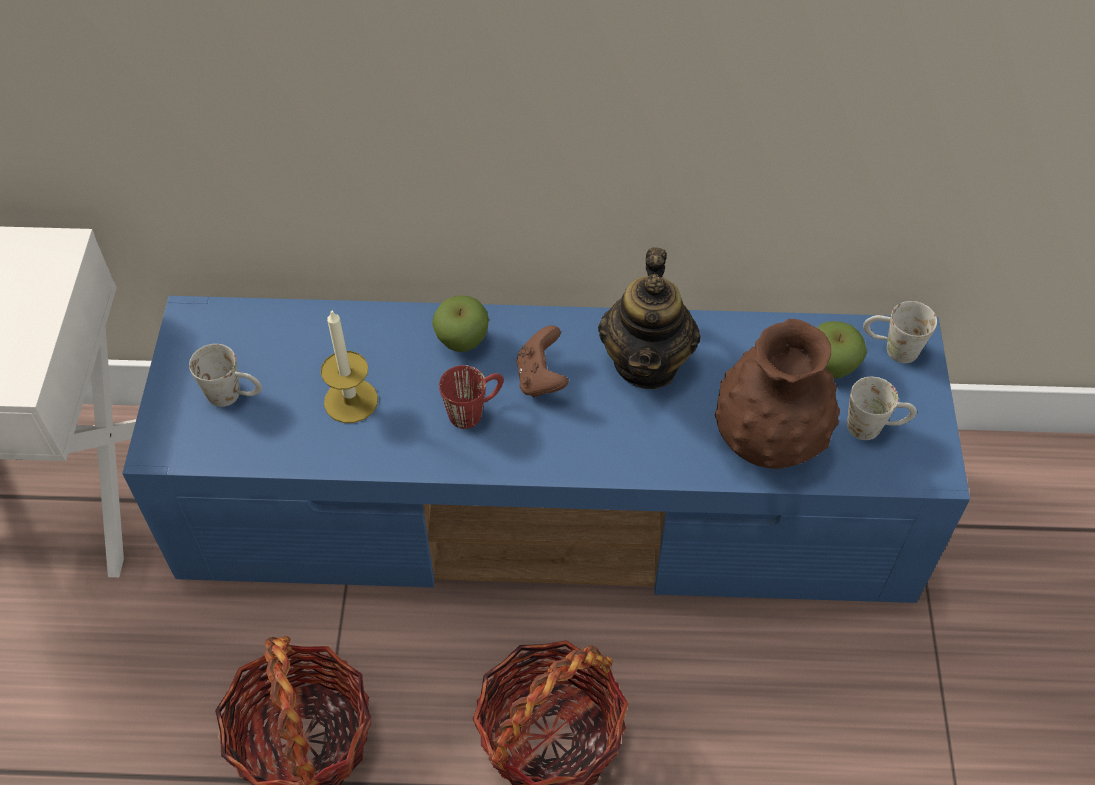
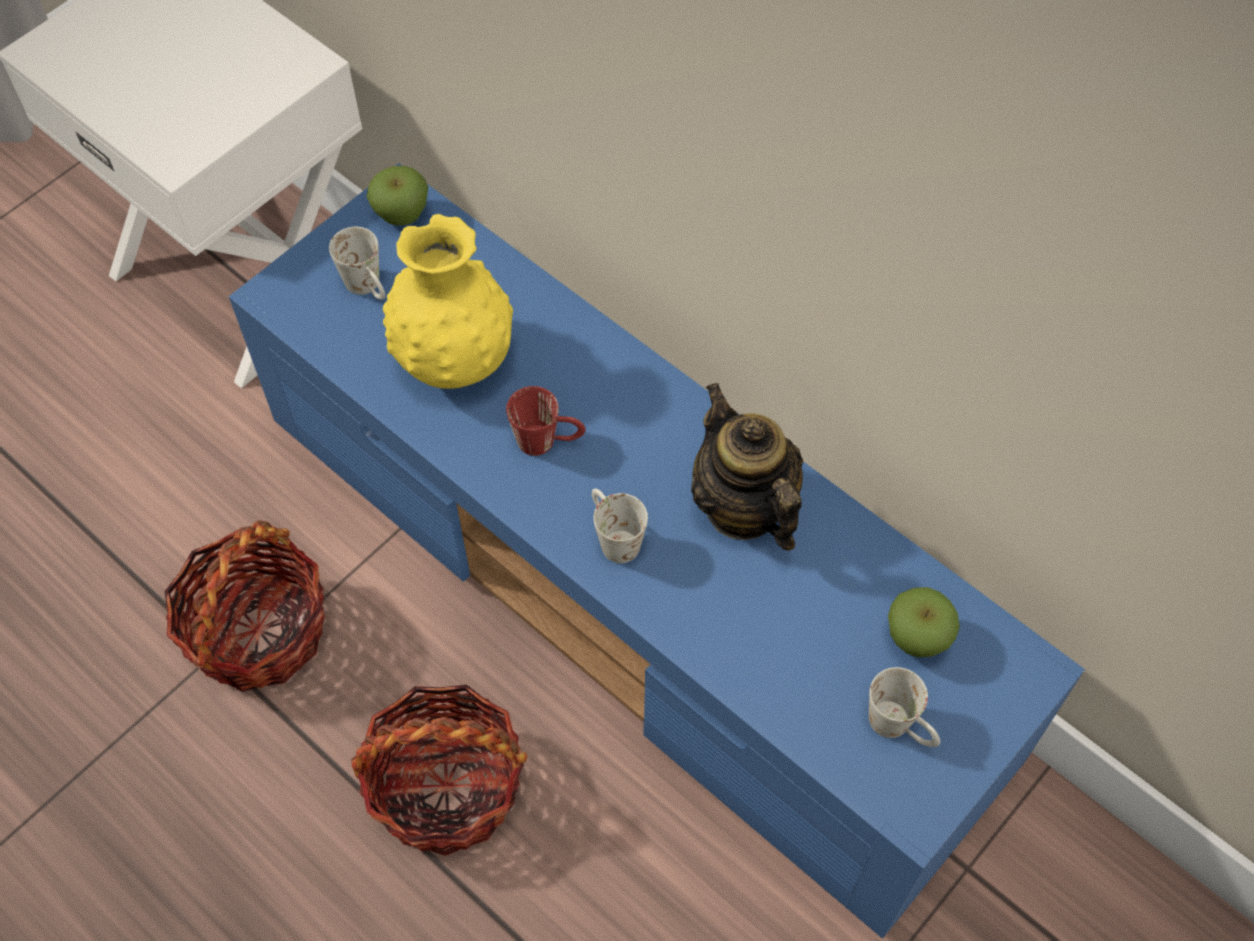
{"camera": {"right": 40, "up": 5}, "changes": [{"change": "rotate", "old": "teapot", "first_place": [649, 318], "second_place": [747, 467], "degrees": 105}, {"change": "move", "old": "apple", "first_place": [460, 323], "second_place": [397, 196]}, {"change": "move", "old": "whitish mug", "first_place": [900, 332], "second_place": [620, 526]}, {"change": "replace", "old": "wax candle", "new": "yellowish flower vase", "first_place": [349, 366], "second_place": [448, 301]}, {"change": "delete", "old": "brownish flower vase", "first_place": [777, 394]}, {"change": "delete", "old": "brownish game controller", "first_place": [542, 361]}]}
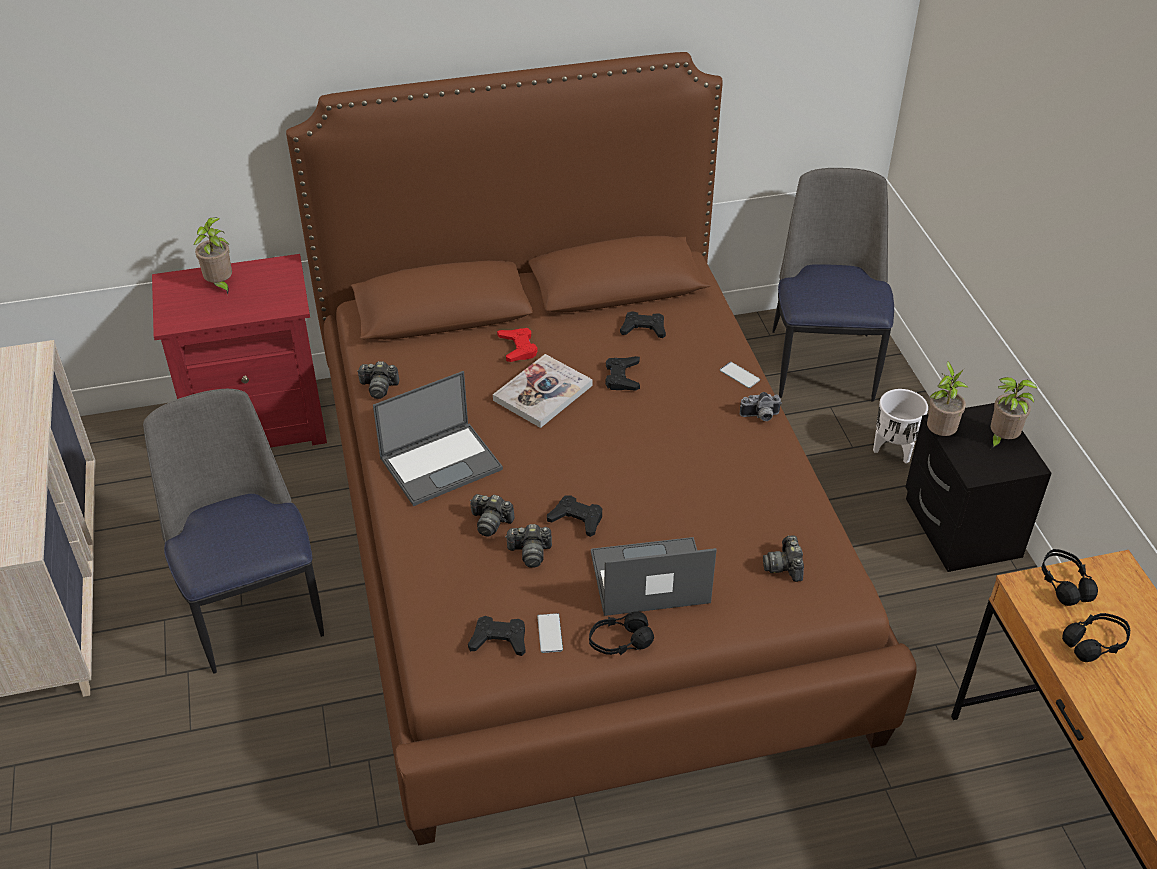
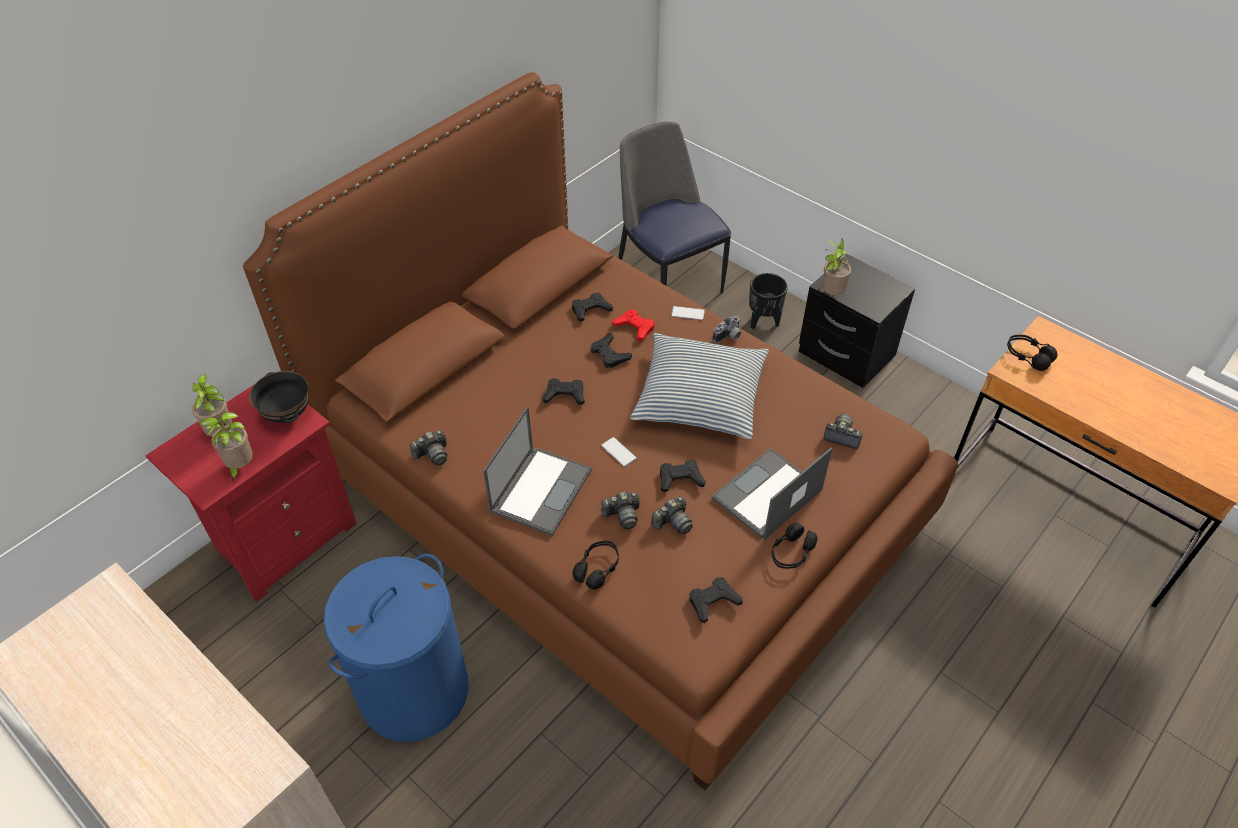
{"camera": {"right": -35, "up": 5}, "changes": [{"change": "move", "old": "red-coloured game controller", "first_place": [517, 345], "second_place": [633, 325]}, {"change": "replace", "old": "bound book", "new": "black game controller", "first_place": [543, 391], "second_place": [563, 391]}, {"change": "move", "old": "potted plant", "first_place": [1014, 413], "second_place": [226, 447]}, {"change": "replace", "old": "plain chair", "new": "bluish washing basket", "first_place": [233, 531], "second_place": [396, 648]}, {"change": "recolor", "old": "whitish plant pot", "new": "black plant pot", "first_place": [900, 426], "second_place": [768, 301]}, {"change": "rotate", "old": "still camera", "first_place": [783, 558], "second_place": [843, 431], "degrees": 150}, {"change": "move", "old": "telephone", "first_place": [550, 633], "second_place": [619, 452]}, {"change": "move", "old": "black headset", "first_place": [1096, 637], "second_place": [596, 565]}, {"change": "insert", "new": "cushion", "second_place": [699, 386]}, {"change": "insert", "new": "black bowl", "second_place": [279, 397]}]}
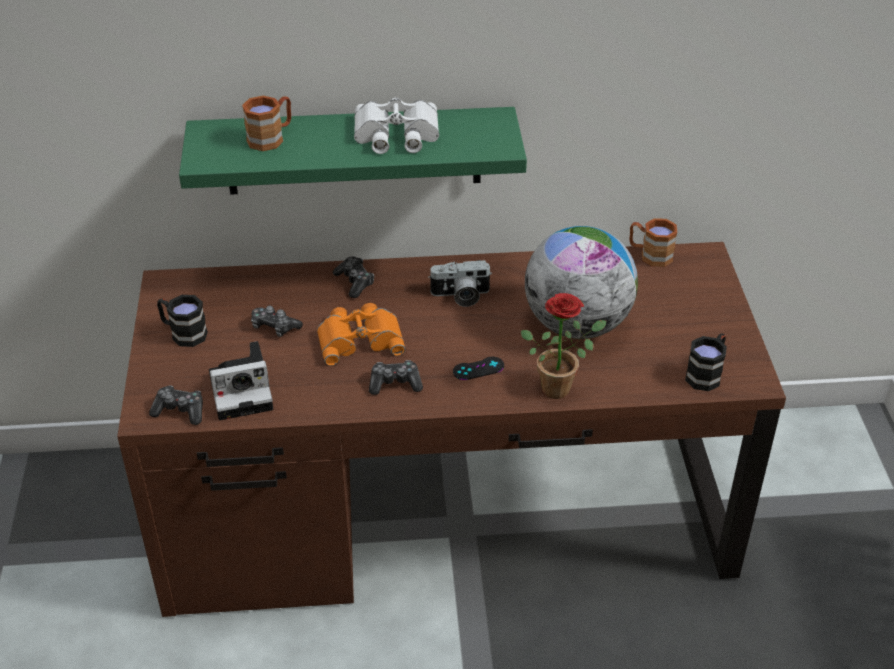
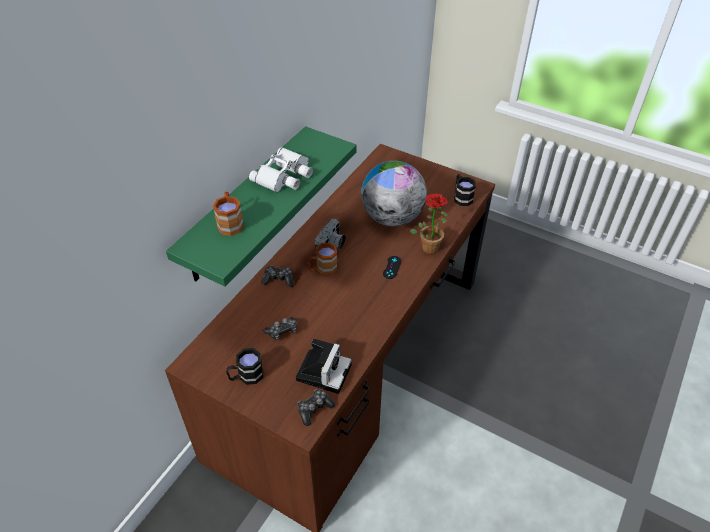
{"camera": {"right": -55, "up": 5}, "changes": [{"change": "move", "old": "brownish mug", "first_place": [653, 242], "second_place": [322, 259]}, {"change": "delete", "old": "orange pair of binoculars", "first_place": [361, 334]}, {"change": "delete", "old": "game controller", "first_place": [396, 377]}]}
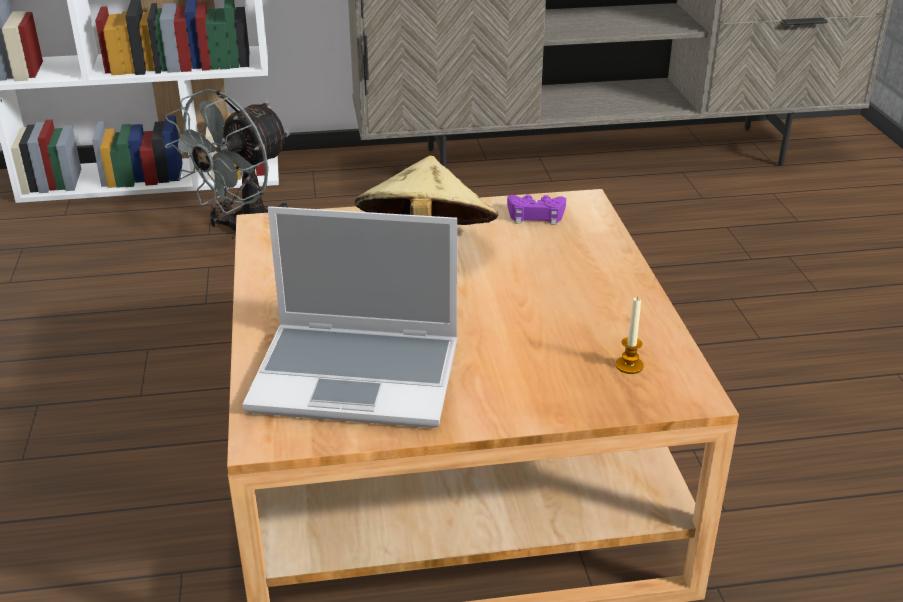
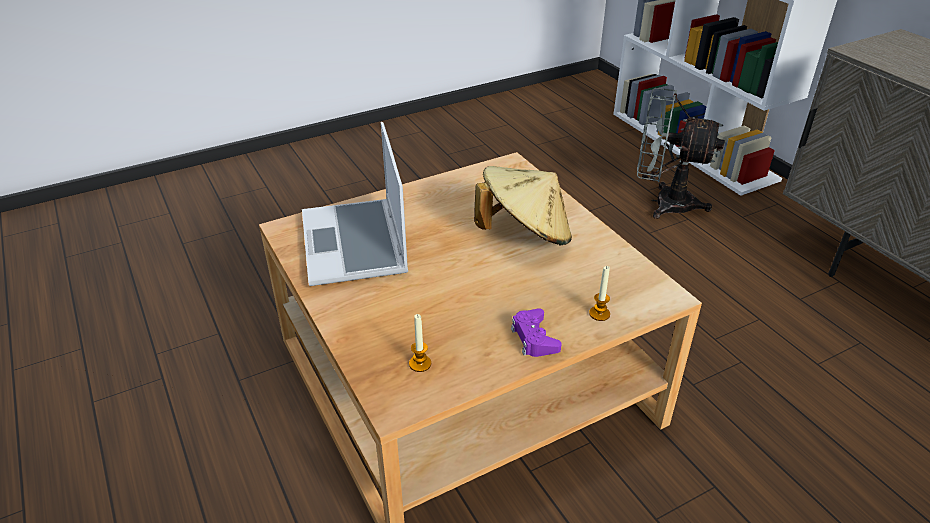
{"camera": {"right": 70, "up": 5}, "changes": [{"change": "move", "old": "purple-coloured game controller", "first_place": [536, 209], "second_place": [536, 332]}, {"change": "insert", "new": "wax candle", "second_place": [599, 293]}]}
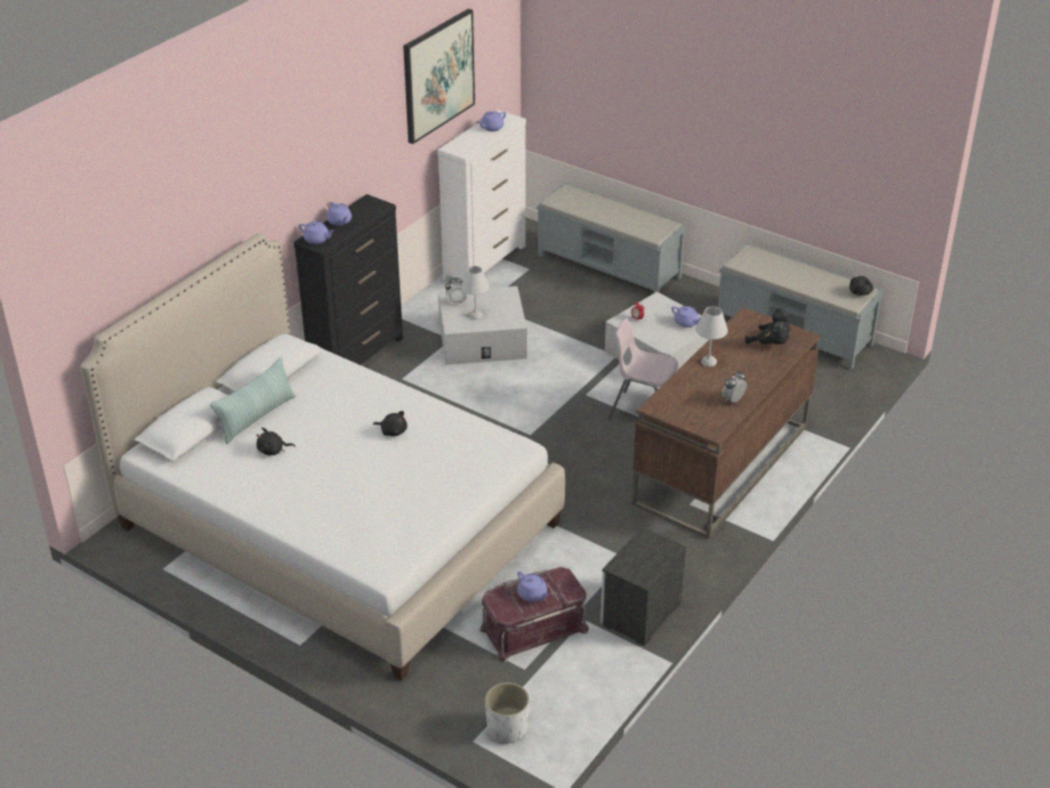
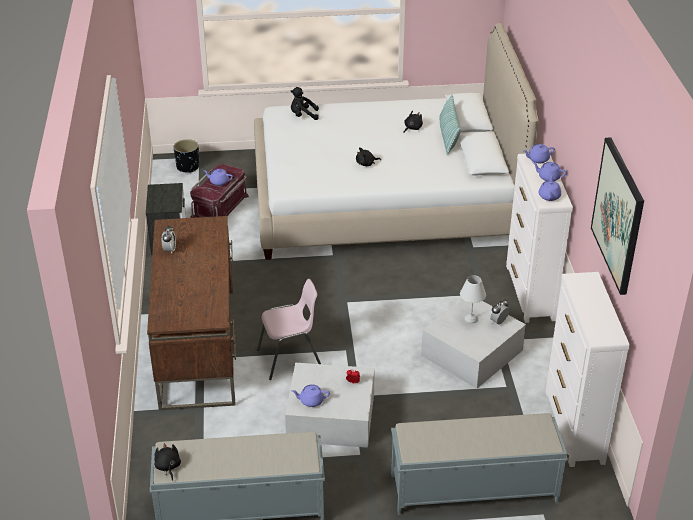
{"camera": {"right": 140, "up": 0}, "changes": [{"change": "move", "old": "purple-coloured teapot", "first_place": [491, 121], "second_place": [550, 188]}, {"change": "recolor", "old": "black chest of drawers", "new": "whitish chest of drawers", "first_place": [348, 279], "second_place": [539, 238]}, {"change": "delete", "old": "whitish tabletop lamp", "first_place": [712, 336]}, {"change": "move", "old": "black cuddly toy", "first_place": [767, 326], "second_place": [304, 103]}, {"change": "recolor", "old": "whitish plant pot", "new": "black plant pot", "first_place": [507, 713], "second_place": [186, 156]}]}
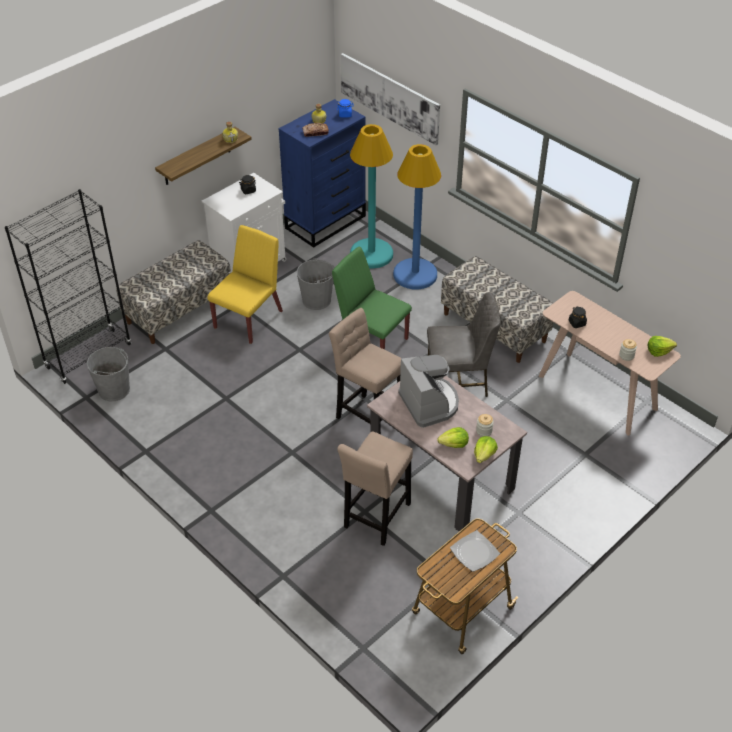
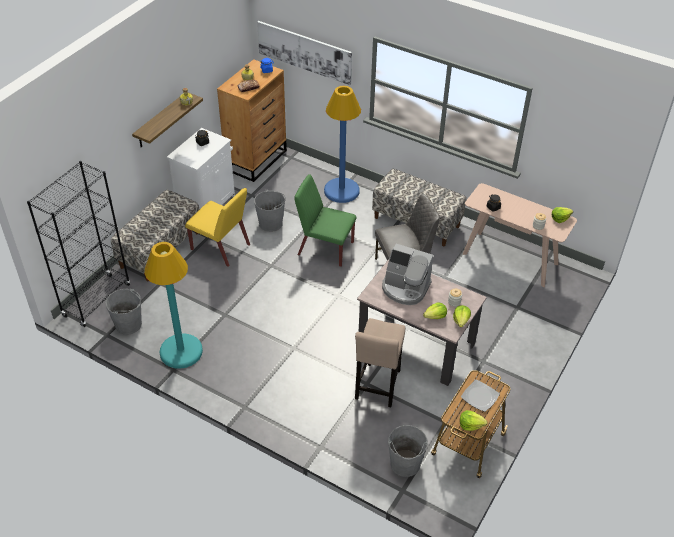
{"camera": {"right": -15, "up": 0}, "changes": [{"change": "recolor", "old": "bluish chest of drawers", "new": "brownish chest of drawers", "first_place": [322, 173], "second_place": [252, 120]}, {"change": "move", "old": "blue-green standard lamp", "first_place": [371, 196], "second_place": [173, 305]}, {"change": "rotate", "old": "yellowish plain chair", "first_place": [245, 284], "second_place": [217, 227], "degrees": 105}, {"change": "delete", "old": "beige stool seat", "first_place": [365, 371]}, {"change": "rotate", "old": "coffee maker", "first_place": [428, 391], "second_place": [407, 274], "degrees": 150}, {"change": "insert", "new": "lettuce head", "second_place": [474, 420]}, {"change": "insert", "new": "greyish pail", "second_place": [408, 451]}]}
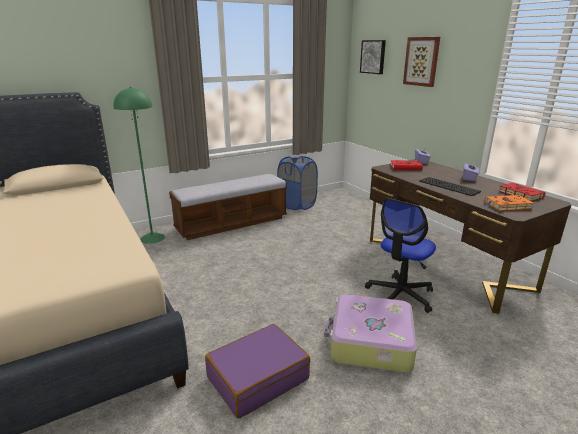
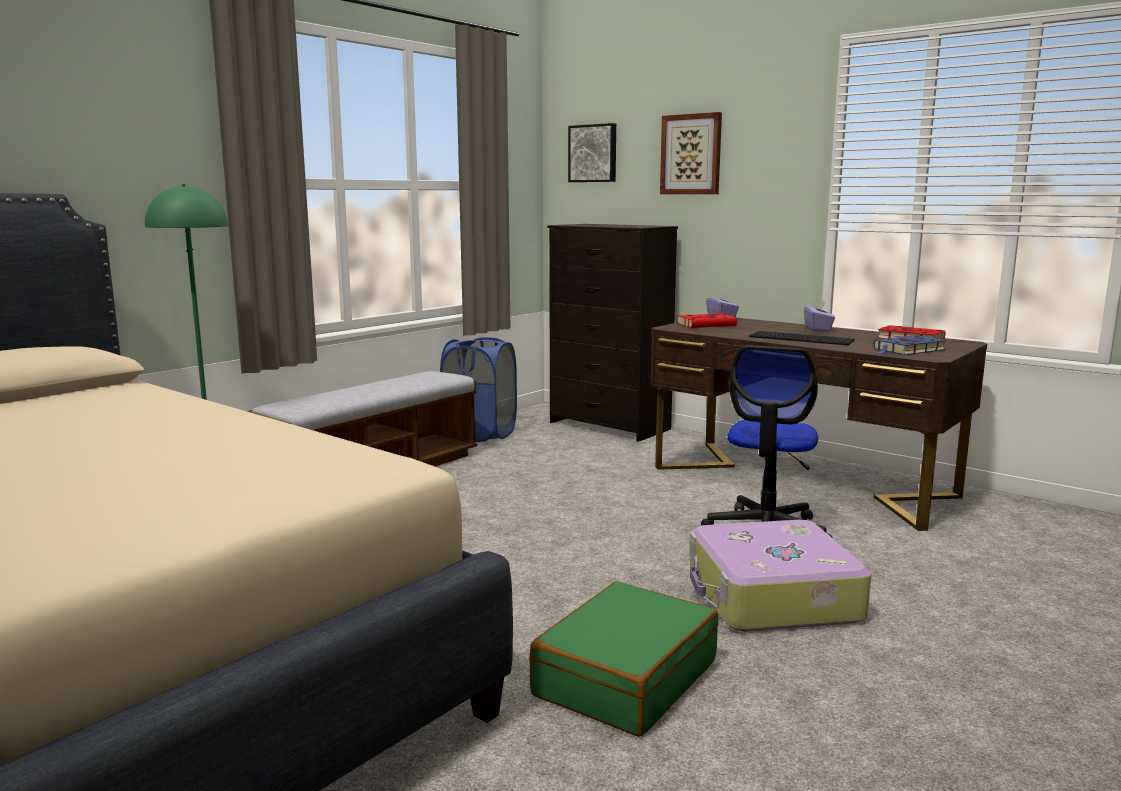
{"camera": {"right": -20, "up": -10}, "changes": [{"change": "recolor", "old": "orange bound book", "new": "bluish bound book", "first_place": [509, 203], "second_place": [909, 345]}, {"change": "recolor", "old": "purple-coloured travel case", "new": "green travel case", "first_place": [257, 371], "second_place": [624, 659]}, {"change": "insert", "new": "black chest of drawers", "second_place": [613, 333]}]}
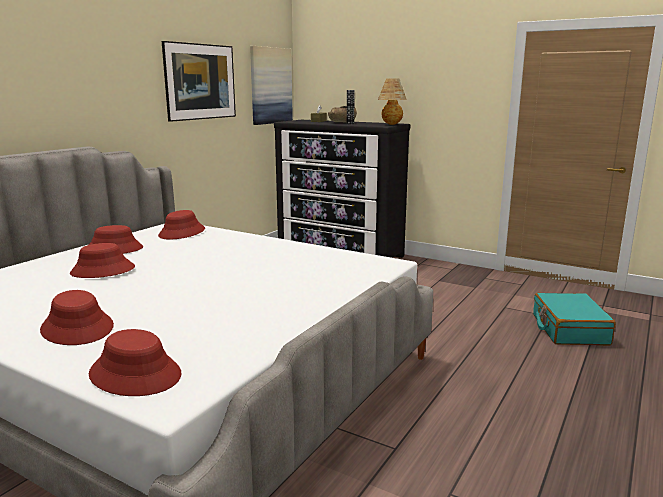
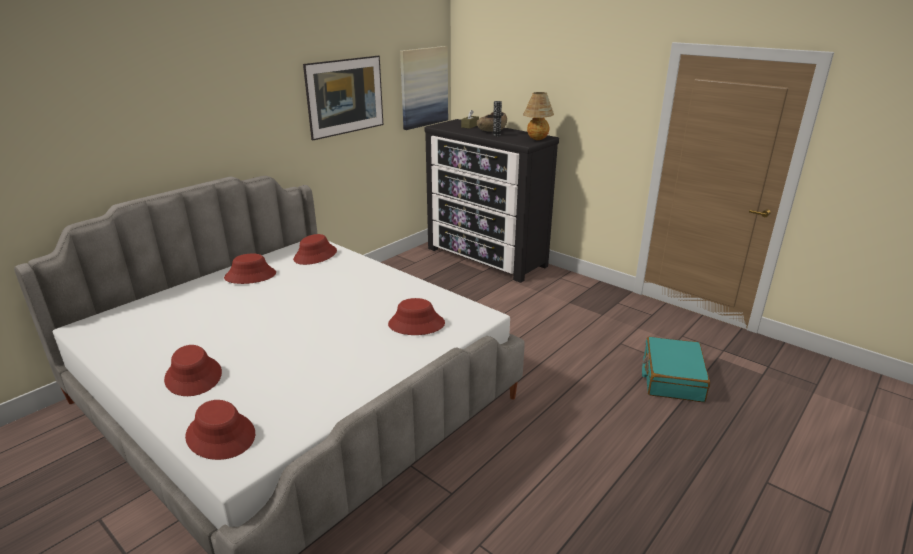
{"camera": {"right": 10, "up": 10}, "changes": [{"change": "move", "old": "red-coloured wearable hat", "first_place": [102, 260], "second_place": [416, 316]}]}
